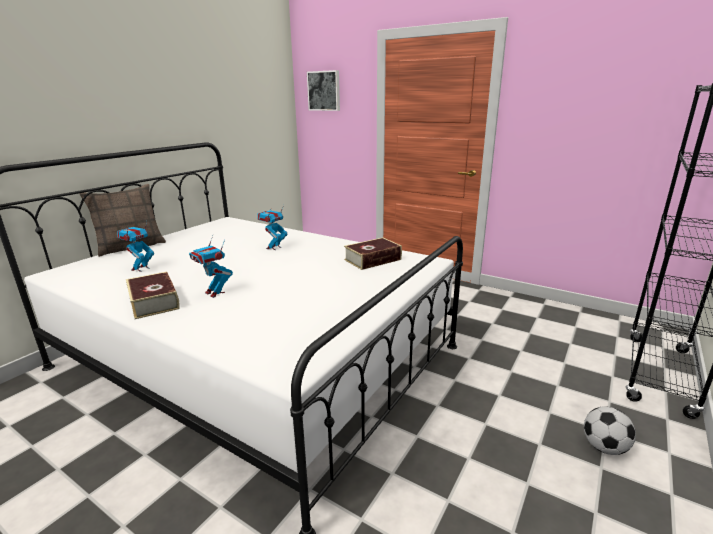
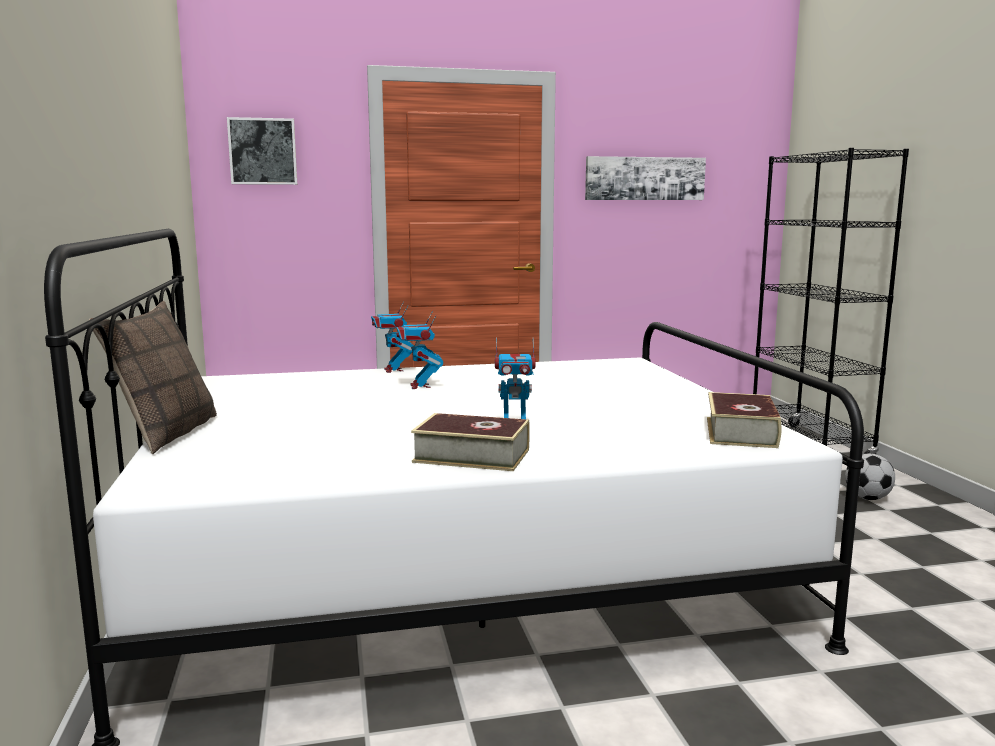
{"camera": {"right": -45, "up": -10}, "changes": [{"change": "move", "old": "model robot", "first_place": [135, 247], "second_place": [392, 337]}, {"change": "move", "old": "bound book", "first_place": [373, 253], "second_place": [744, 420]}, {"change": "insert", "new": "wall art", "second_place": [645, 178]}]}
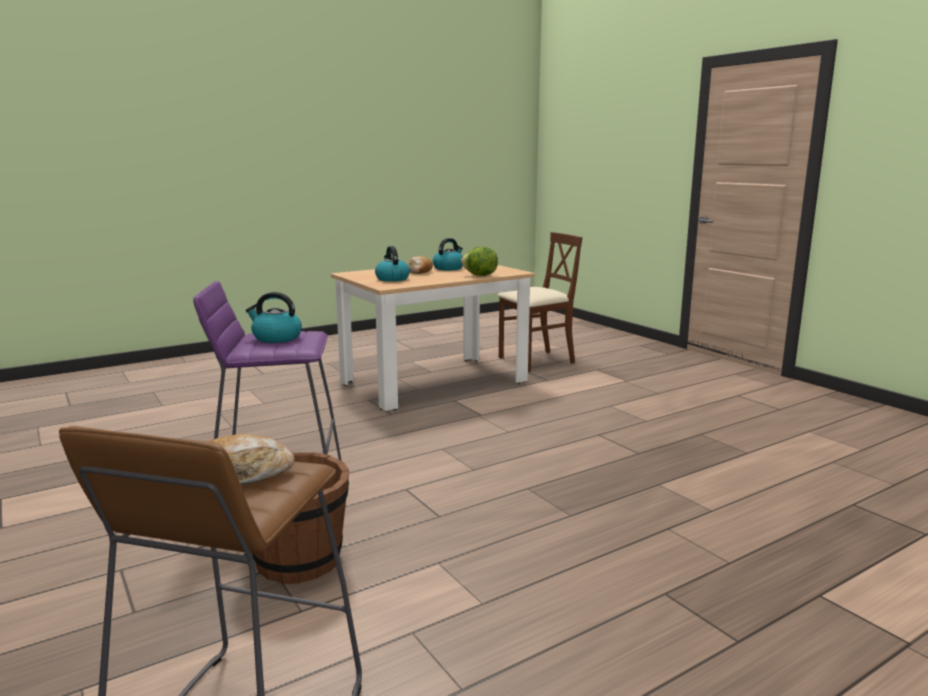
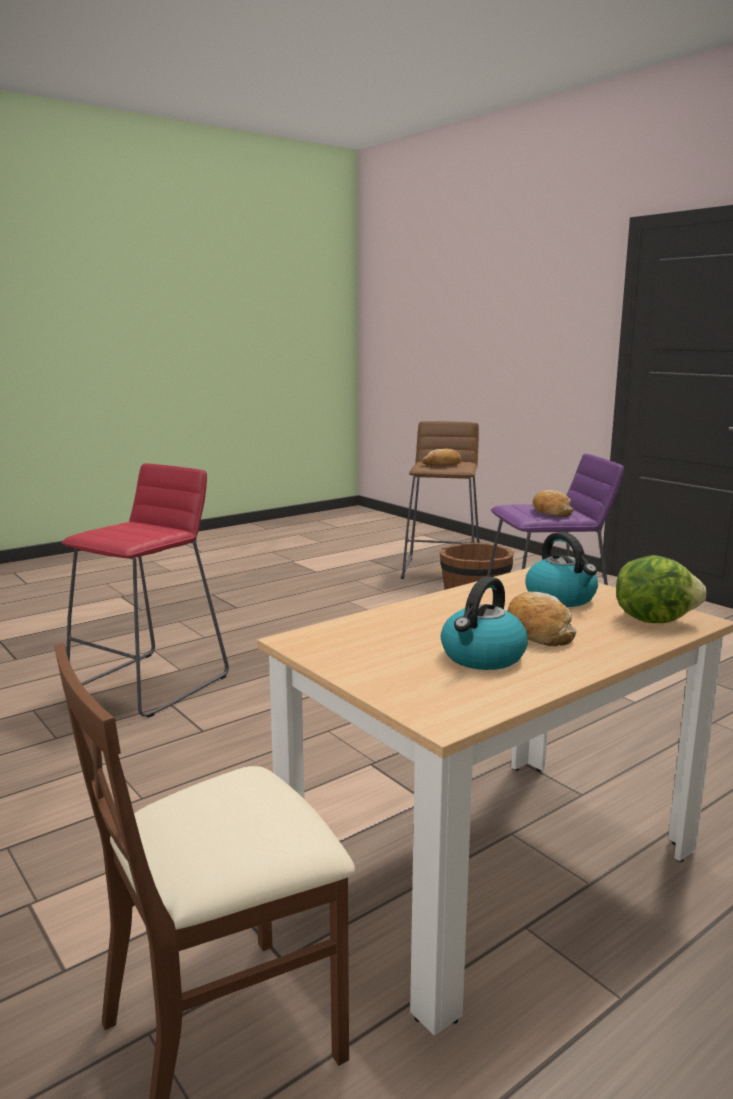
{"camera": {"right": 175, "up": 0}, "changes": [{"change": "move", "old": "lettuce head", "first_place": [479, 261], "second_place": [661, 589]}, {"change": "replace", "old": "tea kettle", "new": "bread", "first_place": [274, 317], "second_place": [553, 503]}, {"change": "insert", "new": "red-coloured stool seat", "second_place": [145, 590]}]}
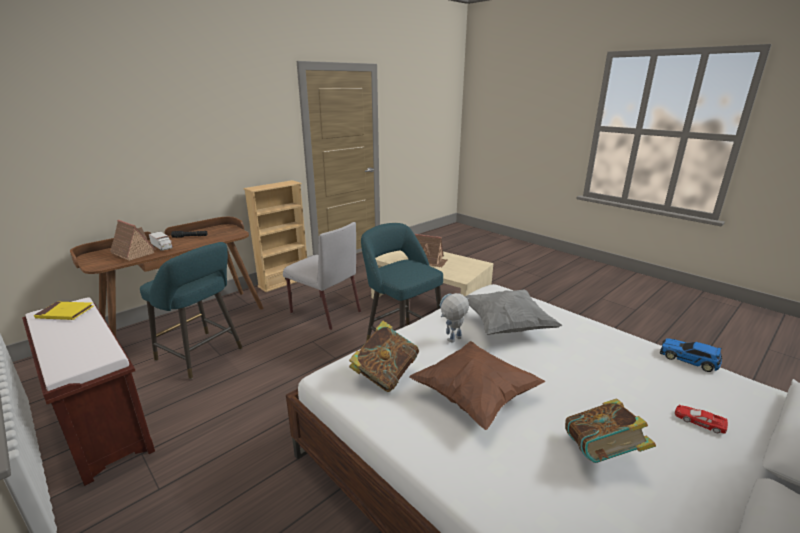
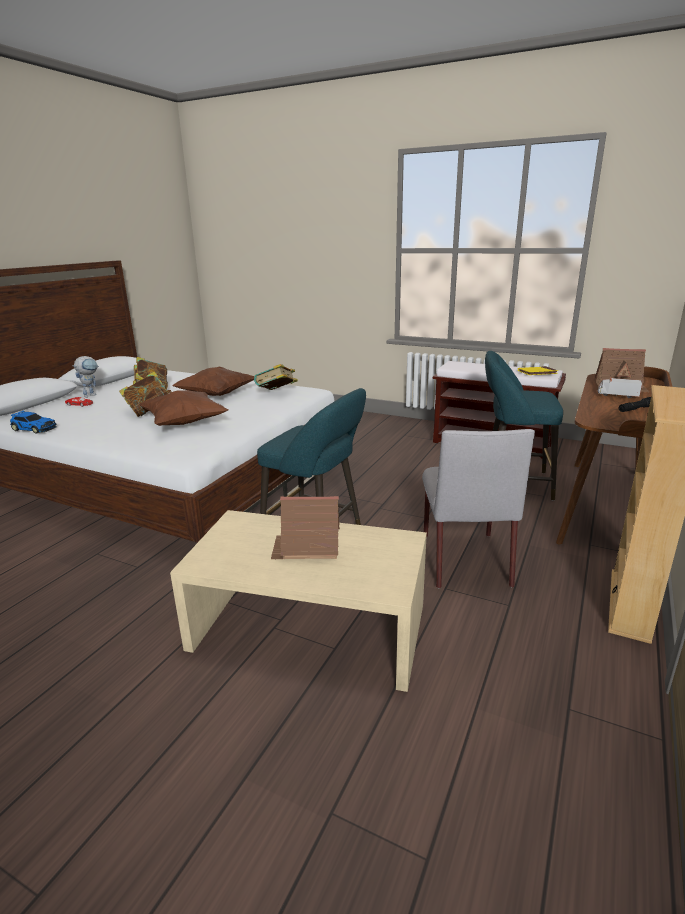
{"camera": {"right": 160, "up": 0}, "changes": [{"change": "rotate", "old": "greyish plain chair", "first_place": [322, 276], "second_place": [478, 508], "degrees": -105}, {"change": "recolor", "old": "greyish cushion", "new": "brownish cushion", "first_place": [513, 312], "second_place": [183, 408]}, {"change": "move", "old": "model robot", "first_place": [454, 318], "second_place": [85, 377]}, {"change": "insert", "new": "bound book", "second_place": [145, 394]}]}
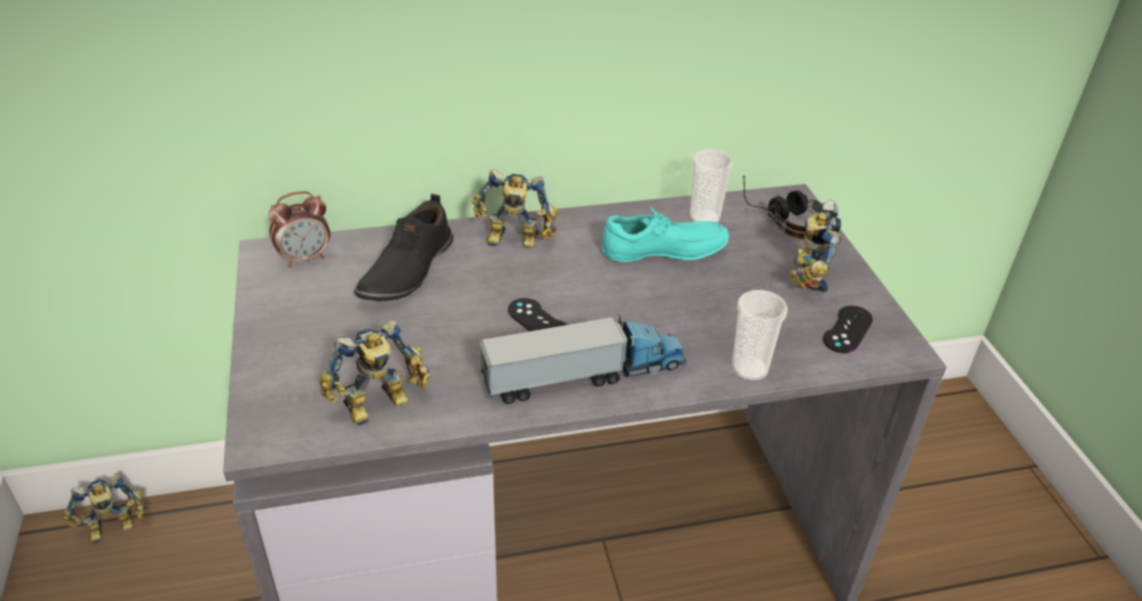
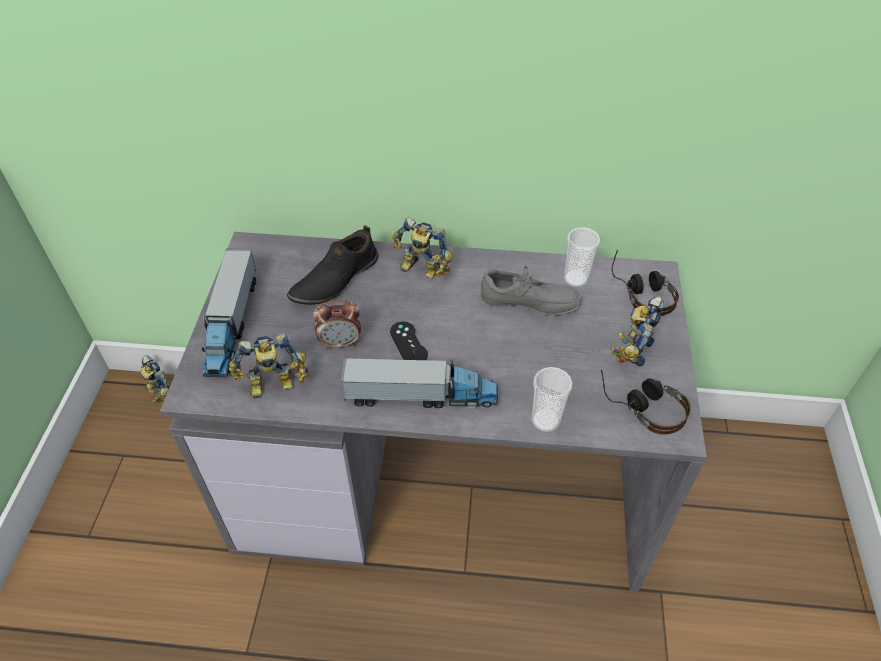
{"camera": {"right": 20, "up": 10}, "changes": [{"change": "move", "old": "alarm clock", "first_place": [299, 229], "second_place": [337, 325]}, {"change": "recolor", "old": "blue-green item of footwear", "new": "greyish item of footwear", "first_place": [665, 234], "second_place": [531, 291]}, {"change": "replace", "old": "black game controller", "new": "headset", "first_place": [848, 329], "second_place": [646, 402]}, {"change": "rotate", "old": "model robot", "first_place": [105, 509], "second_place": [154, 379], "degrees": 60}, {"change": "insert", "new": "model truck", "second_place": [229, 313]}]}
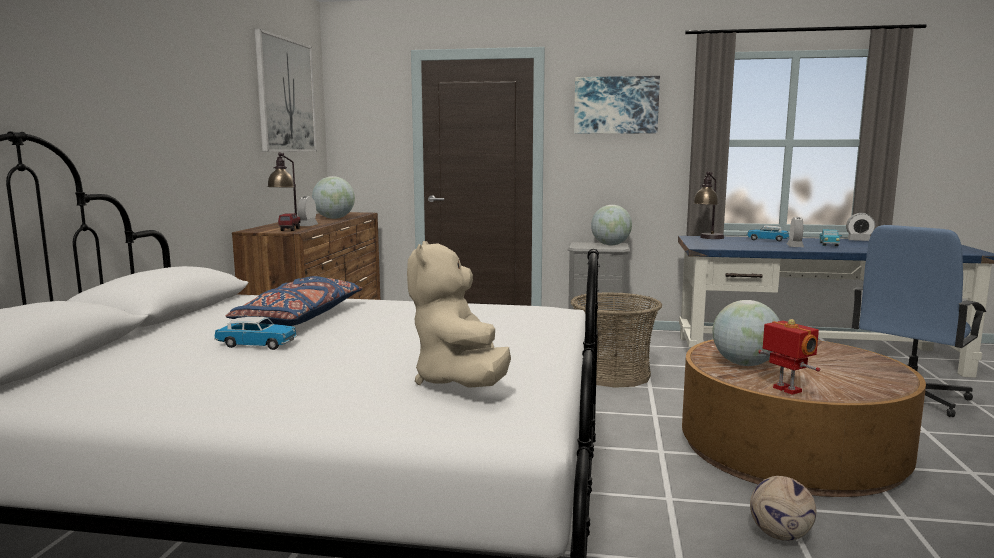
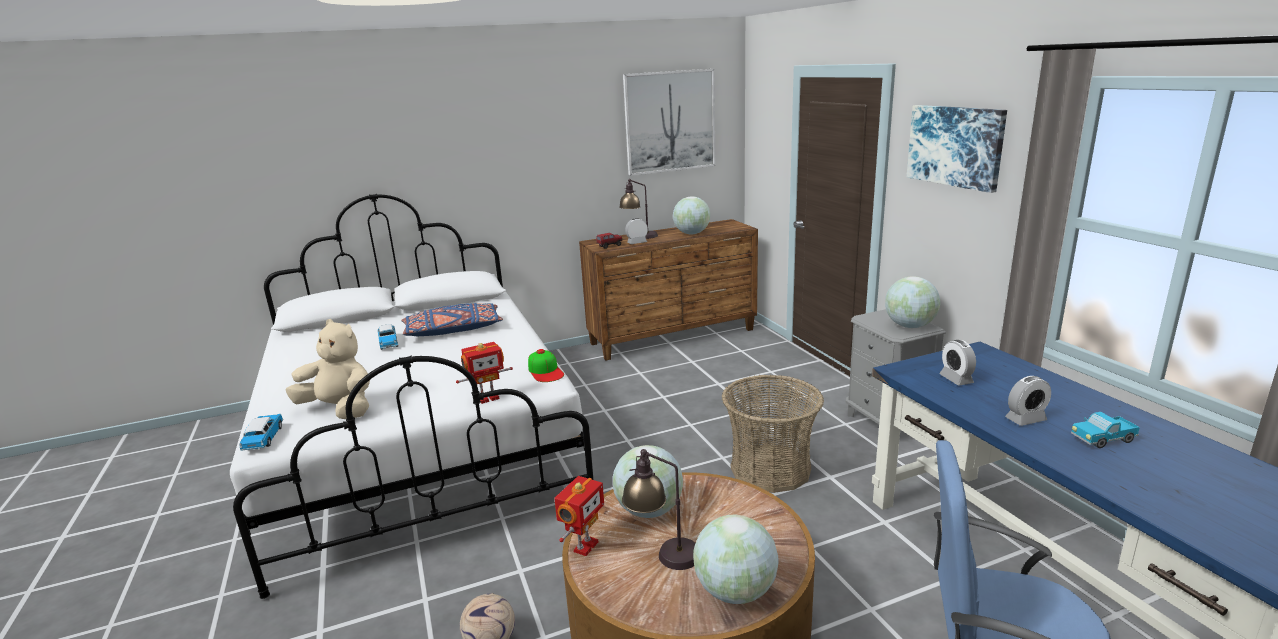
{"camera": {"right": 60, "up": 10}, "changes": [{"change": "move", "old": "tabletop lamp", "first_place": [708, 205], "second_place": [659, 509]}, {"change": "move", "old": "alarm clock", "first_place": [860, 227], "second_place": [957, 363]}, {"change": "move", "old": "toy car", "first_place": [767, 233], "second_place": [261, 432]}, {"change": "rotate", "old": "beige cuddly toy", "first_place": [459, 314], "second_place": [328, 369], "degrees": 60}, {"change": "insert", "new": "model robot", "second_place": [484, 373]}, {"change": "insert", "new": "peaked cap", "second_place": [546, 365]}, {"change": "insert", "new": "globe", "second_place": [736, 559]}]}
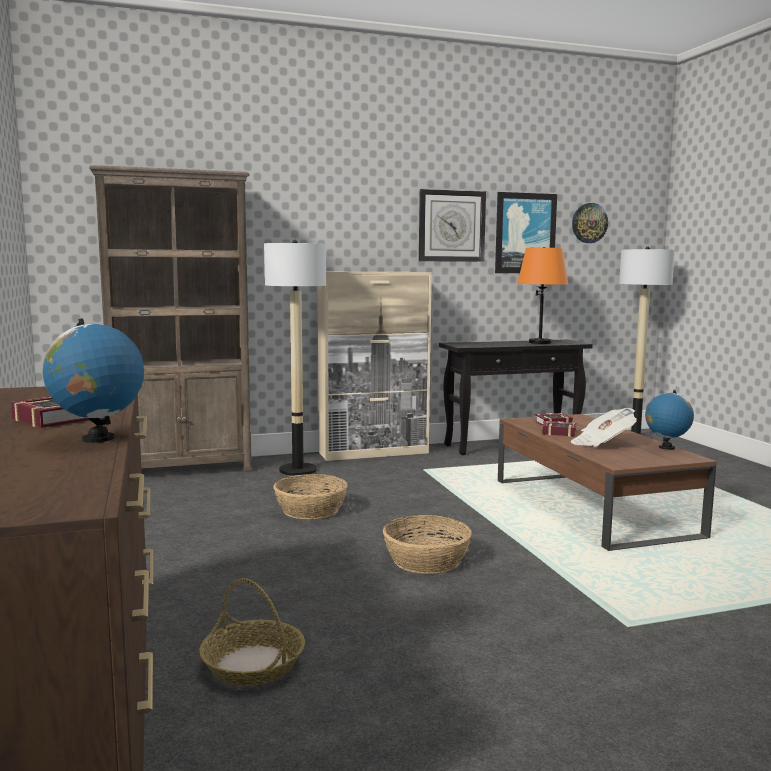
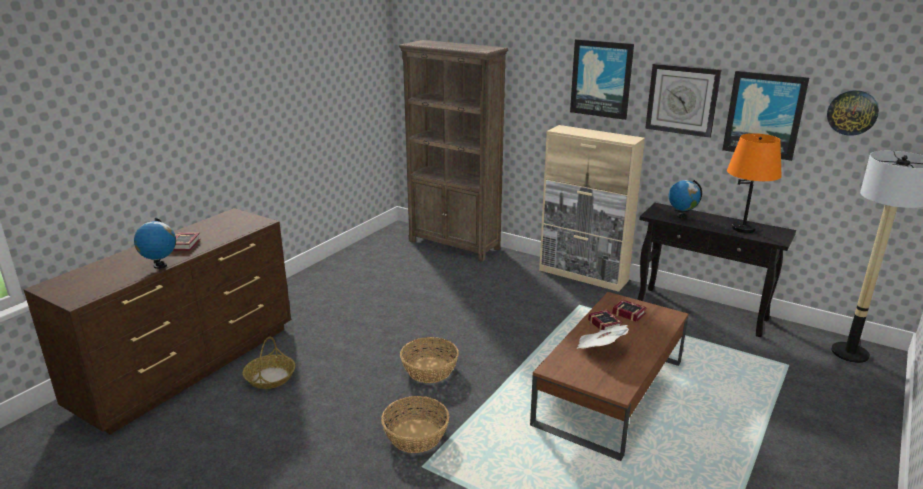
{"camera": {"right": 50, "up": 15}, "changes": [{"change": "delete", "old": "standard lamp", "first_place": [295, 358]}, {"change": "move", "old": "globe", "first_place": [669, 420], "second_place": [685, 199]}, {"change": "move", "old": "storage basket", "first_place": [311, 497], "second_place": [415, 424]}, {"change": "insert", "new": "wall art", "second_place": [602, 79]}]}
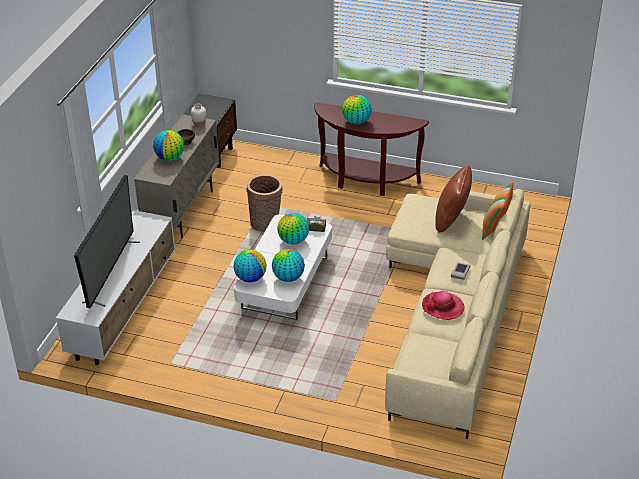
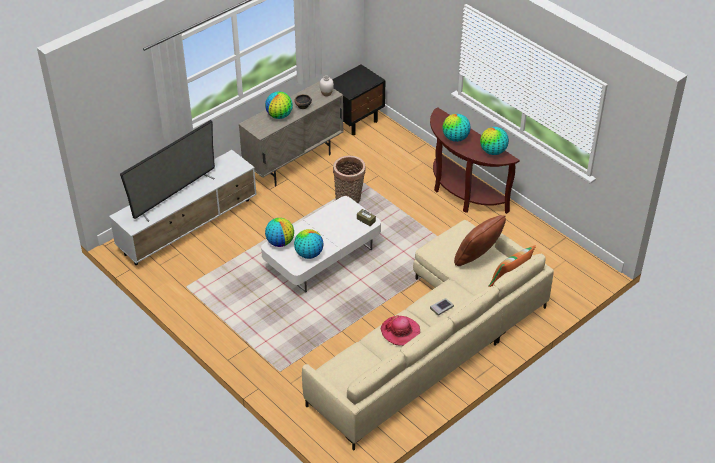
{"camera": {"right": 30, "up": 5}, "changes": [{"change": "move", "old": "globe", "first_place": [293, 228], "second_place": [494, 141]}]}
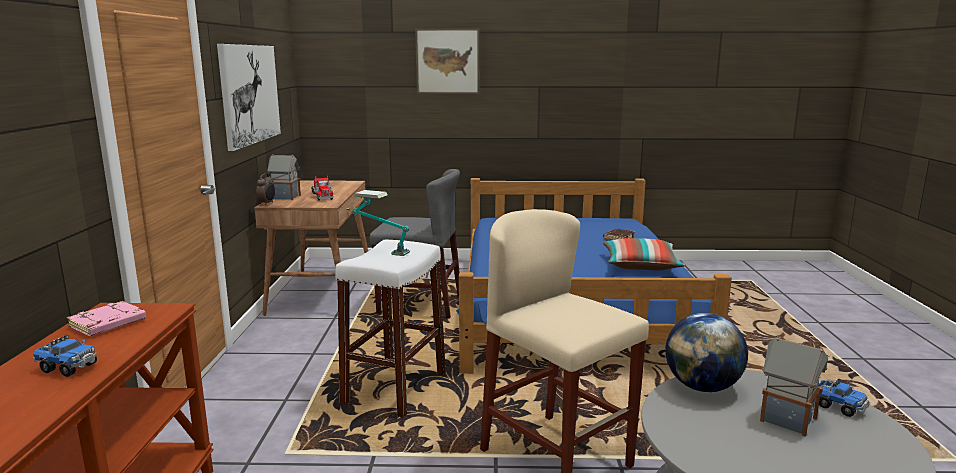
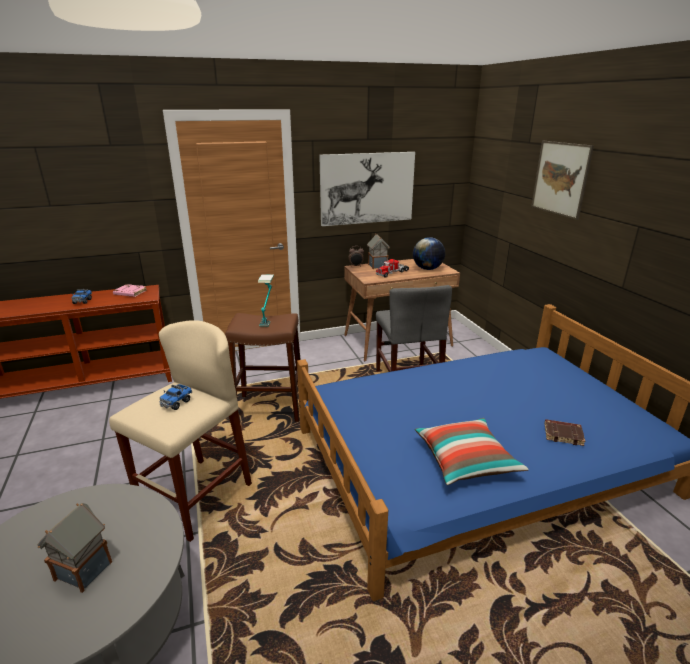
{"camera": {"right": 70, "up": 10}, "changes": [{"change": "recolor", "old": "whitish stool seat", "new": "brownish stool seat", "first_place": [390, 329], "second_place": [263, 367]}, {"change": "move", "old": "globe", "first_place": [706, 352], "second_place": [429, 253]}, {"change": "move", "old": "model truck", "first_place": [844, 398], "second_place": [175, 397]}]}
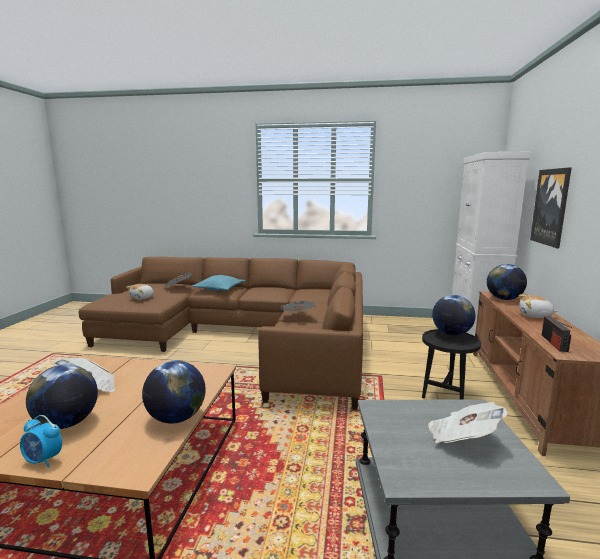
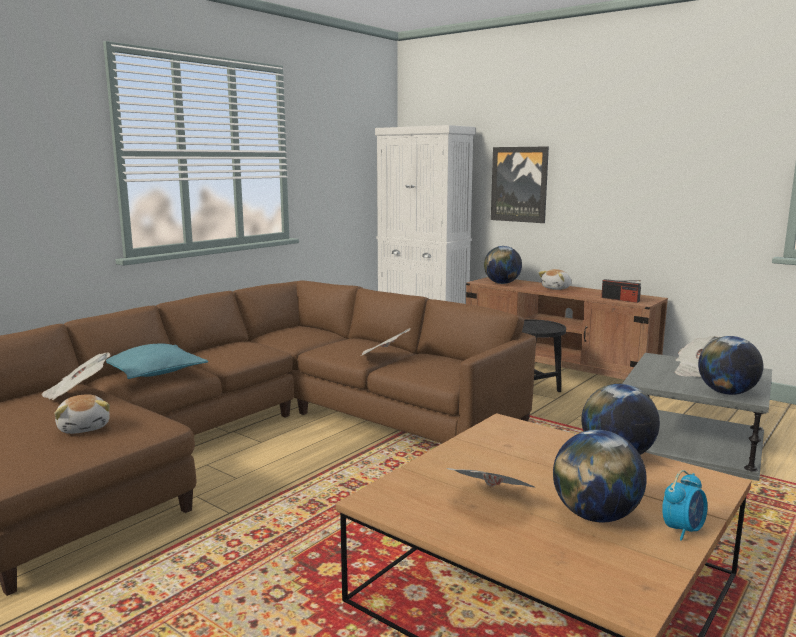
{"camera": {"right": -60, "up": 0}, "changes": [{"change": "move", "old": "globe", "first_place": [454, 315], "second_place": [730, 365]}]}
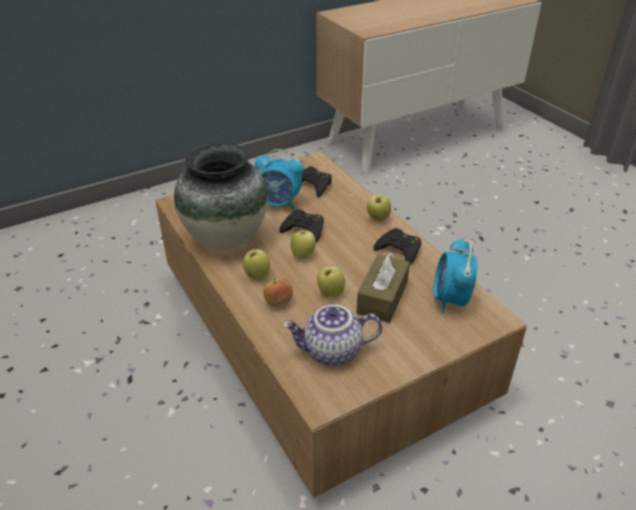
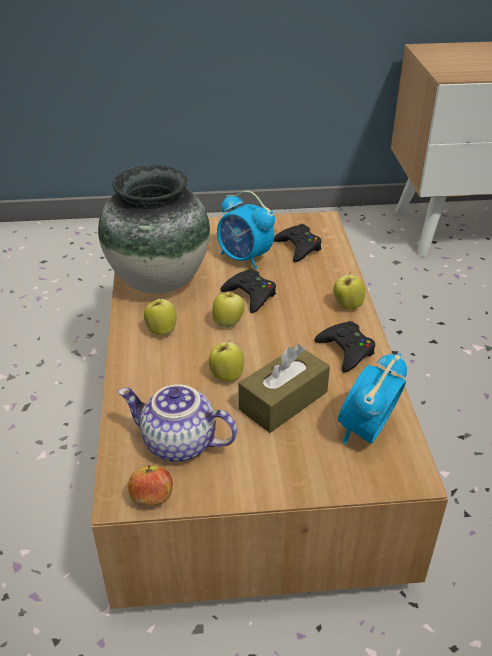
{"camera": {"right": 25, "up": 0}, "changes": [{"change": "move", "old": "apple", "first_place": [278, 292], "second_place": [150, 485]}]}
